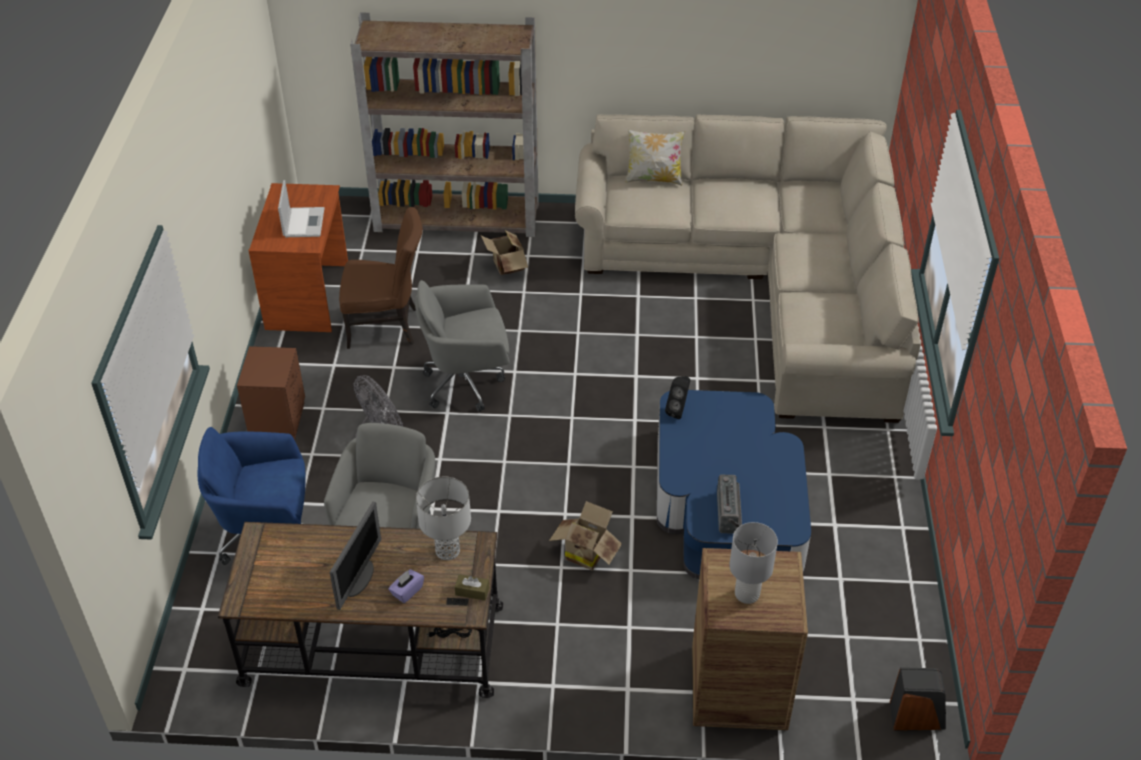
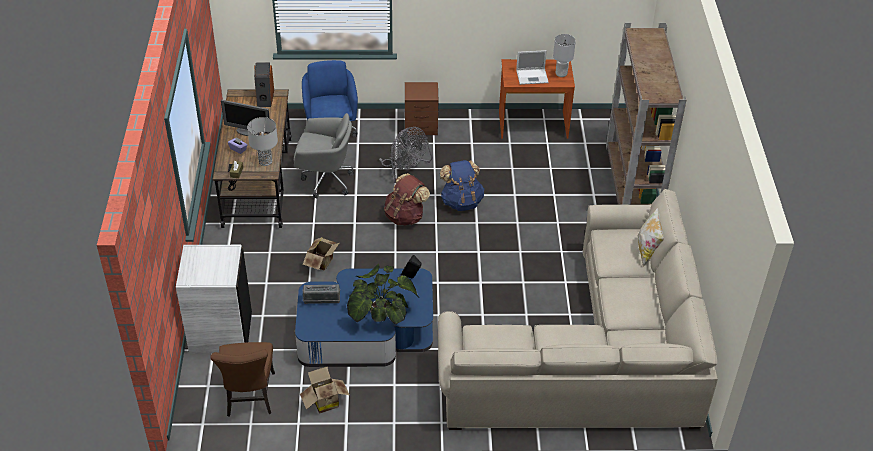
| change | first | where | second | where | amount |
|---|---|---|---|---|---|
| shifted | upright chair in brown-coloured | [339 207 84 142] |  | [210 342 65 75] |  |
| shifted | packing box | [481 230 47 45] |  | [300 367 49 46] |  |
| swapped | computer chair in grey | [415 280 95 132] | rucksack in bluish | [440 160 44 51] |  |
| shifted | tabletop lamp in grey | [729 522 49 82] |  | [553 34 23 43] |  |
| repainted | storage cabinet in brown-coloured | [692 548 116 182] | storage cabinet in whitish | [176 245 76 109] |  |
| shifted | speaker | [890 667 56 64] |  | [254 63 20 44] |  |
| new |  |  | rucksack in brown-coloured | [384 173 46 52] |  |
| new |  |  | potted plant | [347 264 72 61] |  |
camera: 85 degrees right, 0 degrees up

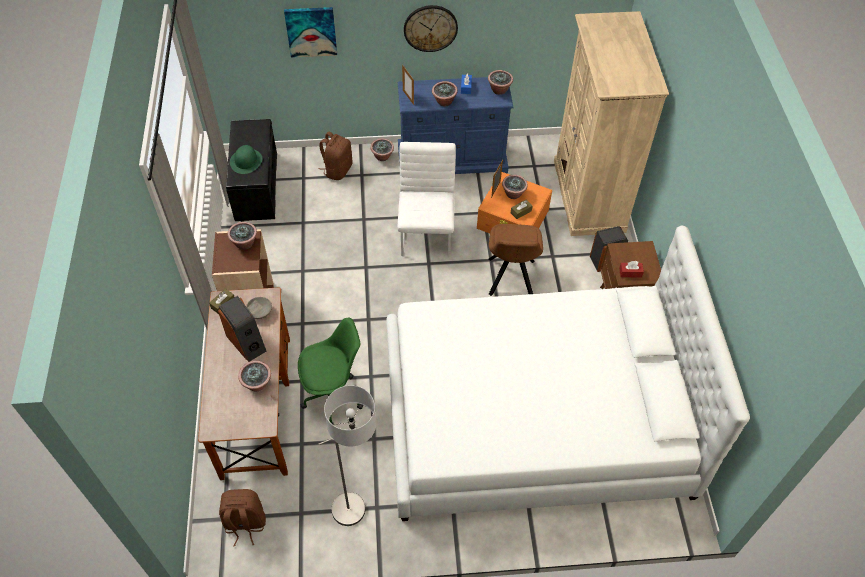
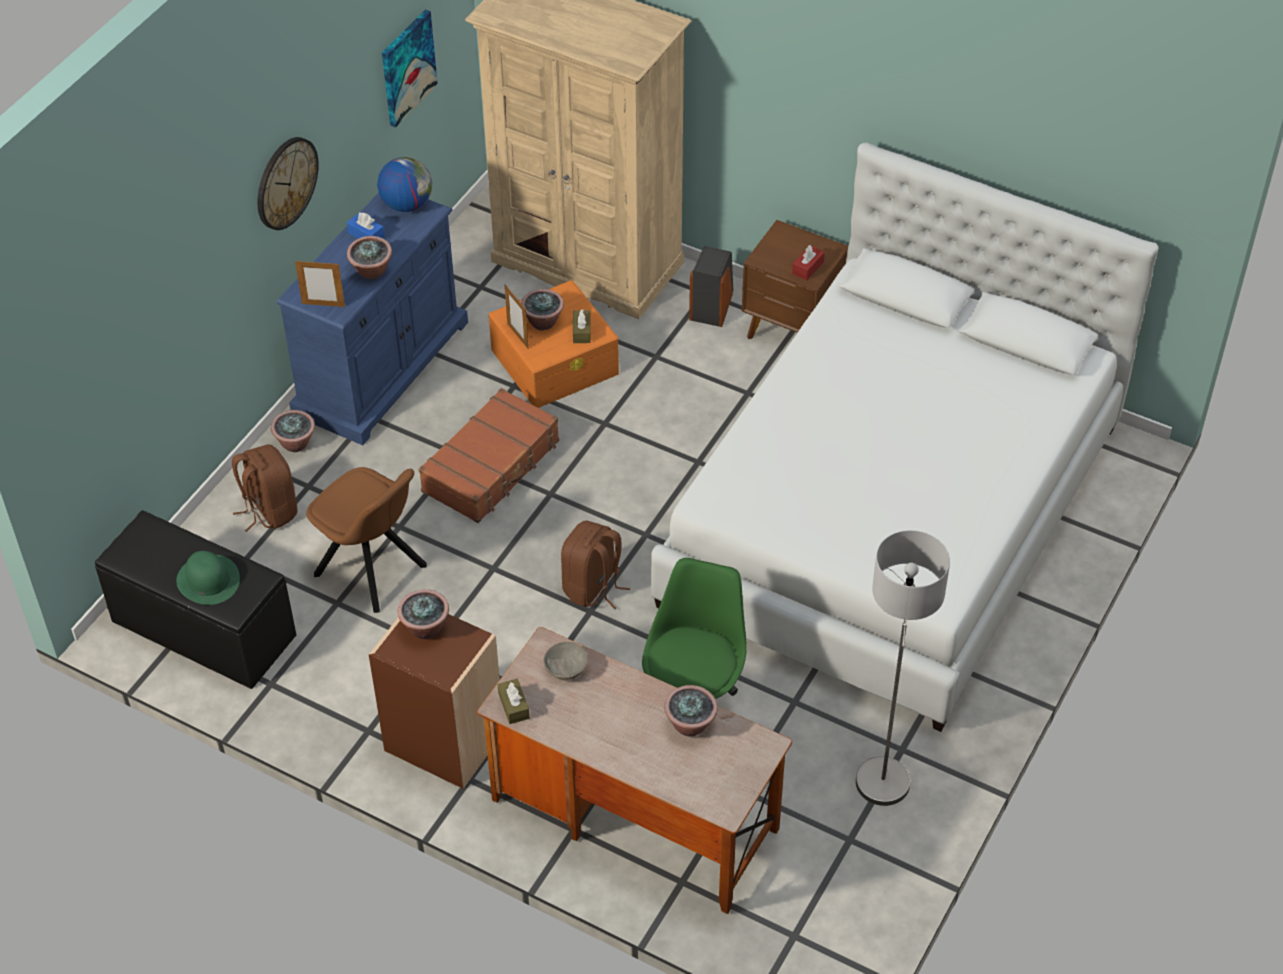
| change | first | where | second | where | amount |
|---|---|---|---|---|---|
| shifted | wall picture | [284 7 53 51] |  | [382 10 56 118] |  |
| swapped | potted plant | [488 70 25 25] | globe | [377 157 55 55] |  |
| swapped | upright chair in whitish | [398 142 58 115] | piece of luggage in brown-coloured | [419 388 140 135] |  |
| shifted | upright chair in brown-coloured | [489 224 54 72] |  | [306 467 121 146] |  |
| gone | speaker | [218 296 48 66] |  |  |  |
| shifted | rucksack in brown-coloured | [219 489 47 58] |  | [561 521 69 88] |  |
camera: 55 degrees left, 5 degrees down

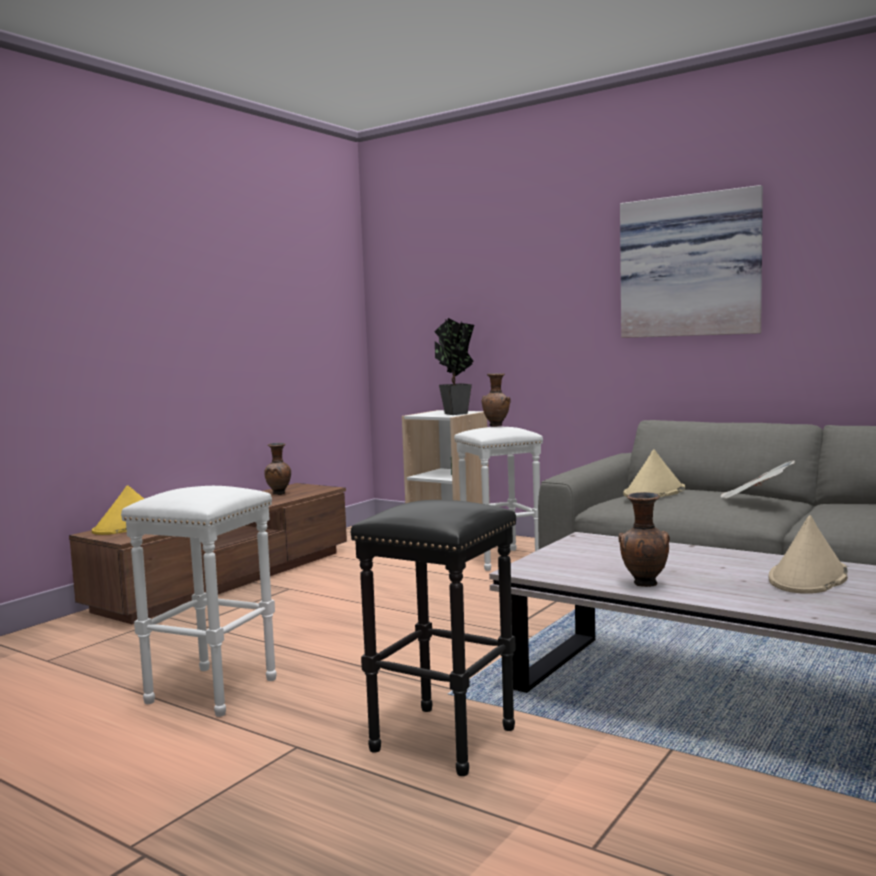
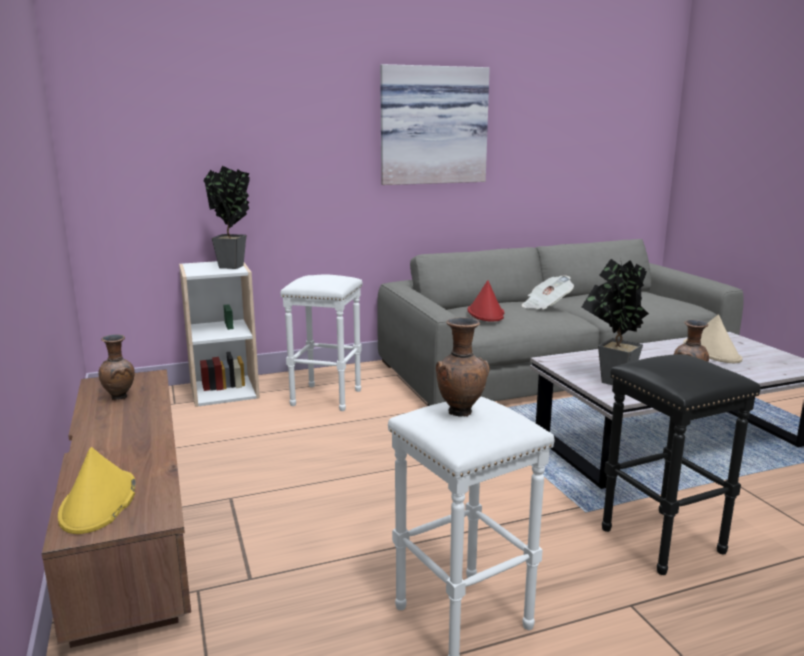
| change | first | where | second | where | amount |
|---|---|---|---|---|---|
| shifted | decorative vase in brown-coloured | [482 373 29 54] |  | [436 317 54 100] |  |
| repainted | clothing hat in beige | [623 449 62 48] | clothing hat in red | [467 280 37 42] |  |
| new |  |  | potted plant | [581 259 68 126] |  |
camera: 55 degrees left, 10 degrees up

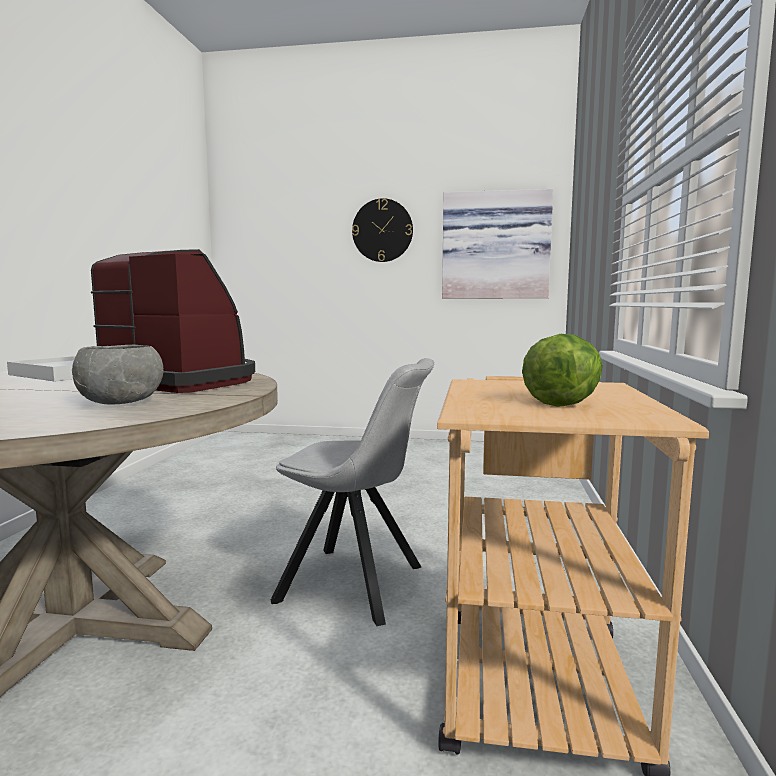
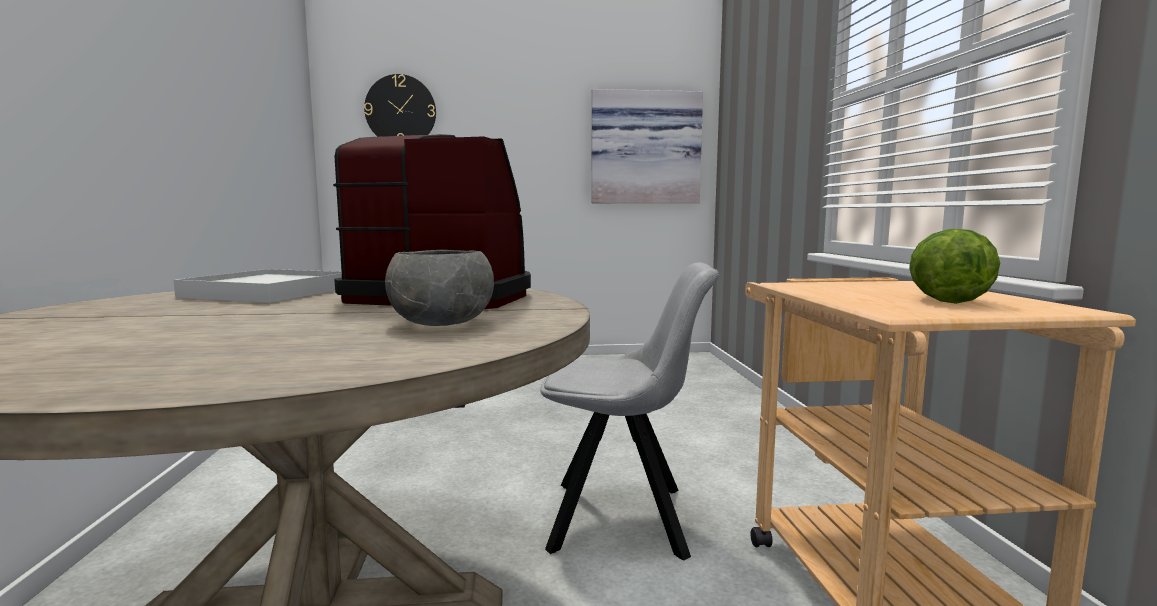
| change | first | where | second | where | amount |
|---|---|---|---|---|---|
| shifted | hanging clock | [352 198 61 64] |  | [364 74 72 63] |  |
camera: 15 degrees left, 0 degrees up

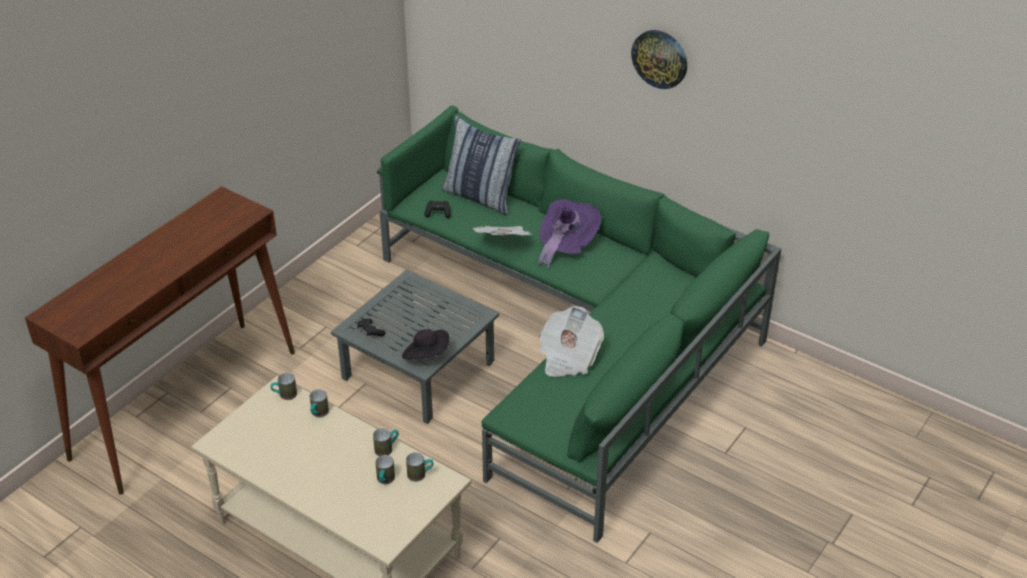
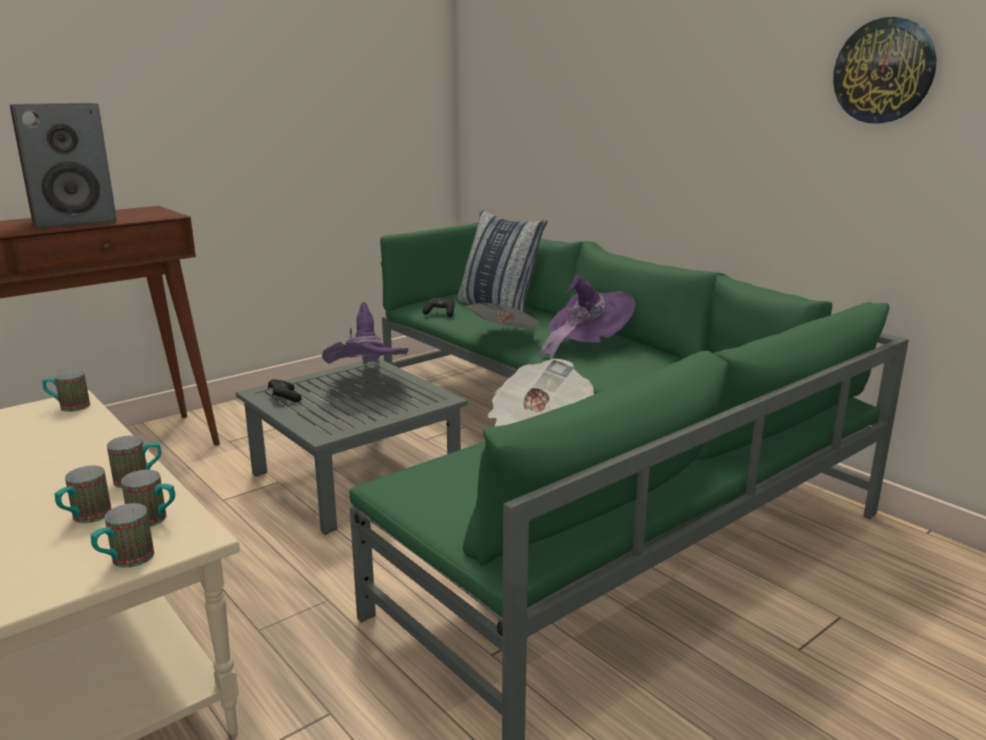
| change | first | where | second | where | amount |
|---|---|---|---|---|---|
| shifted | hanging clock | [631 30 56 59] |  | [833 17 103 107] |  |
| gone | clothing hat in black | [402 329 47 31] |  |  |  |
| shifted | mug | [310 389 19 28] |  | [90 503 64 65] |  |
| new |  |  | speaker | [10 103 107 126] |  |
| new |  |  | clothing hat in purple | [322 302 86 62] |  |
camera: 15 degrees right, 20 degrees down

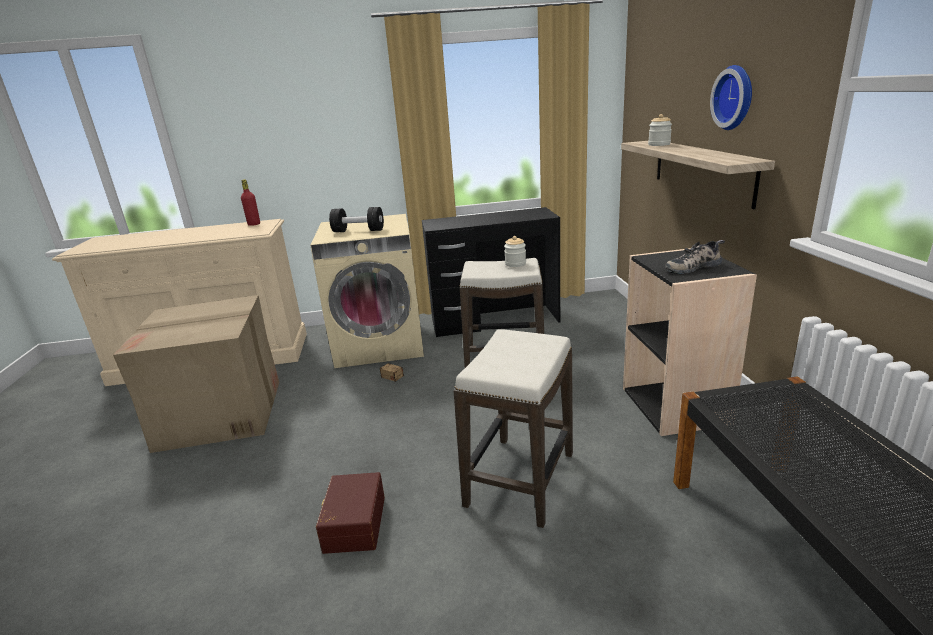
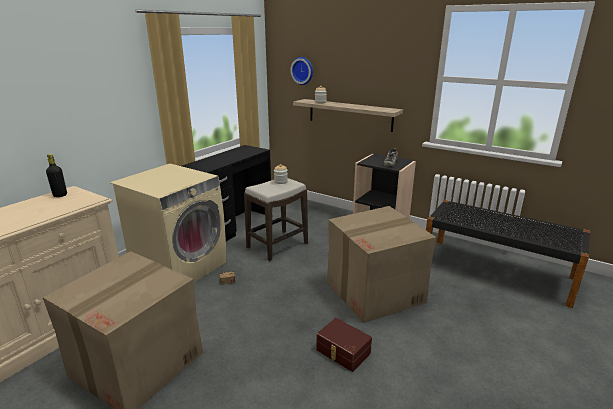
| change | first | where | second | where | amount |
|---|---|---|---|---|---|
| shifted | hanging clock | [710 65 42 65] |  | [290 57 23 28] |  |
| repainted | drink bottle in red | [241 179 19 47] | drink bottle in black | [46 154 21 43] |  |
| gone | dumbbell in black | [329 207 55 25] |  |  |  |
| swapped | stool | [454 329 119 199] | packing box | [327 206 109 117] |  |
camera: 50 degrees left, 0 degrees up

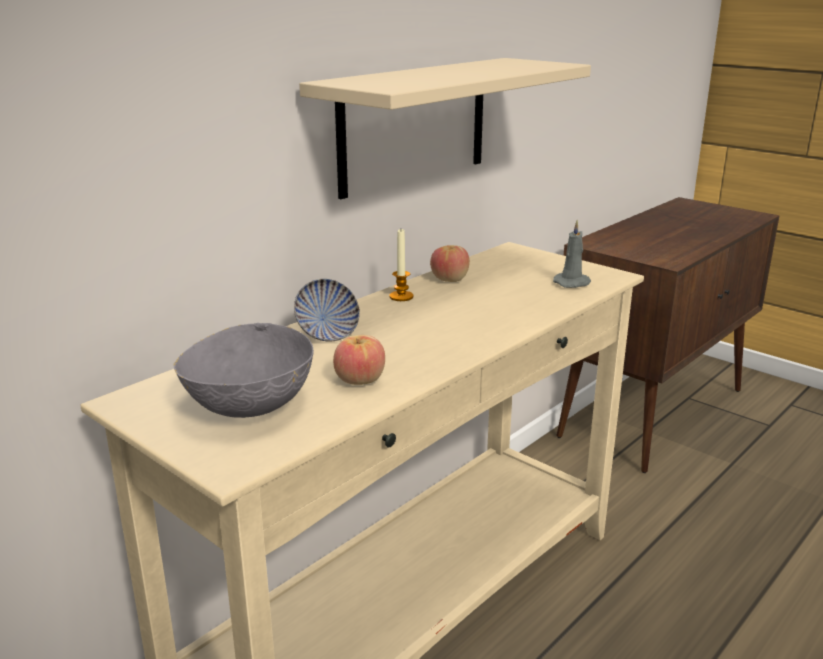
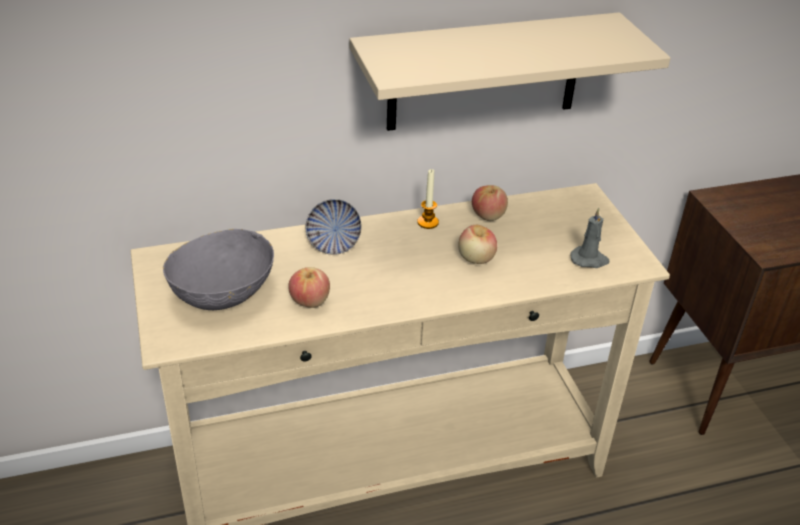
| change | first | where | second | where | amount |
|---|---|---|---|---|---|
| new |  |  | apple | [458 225 39 39] |  |
camera: 30 degrees right, 15 degrees up

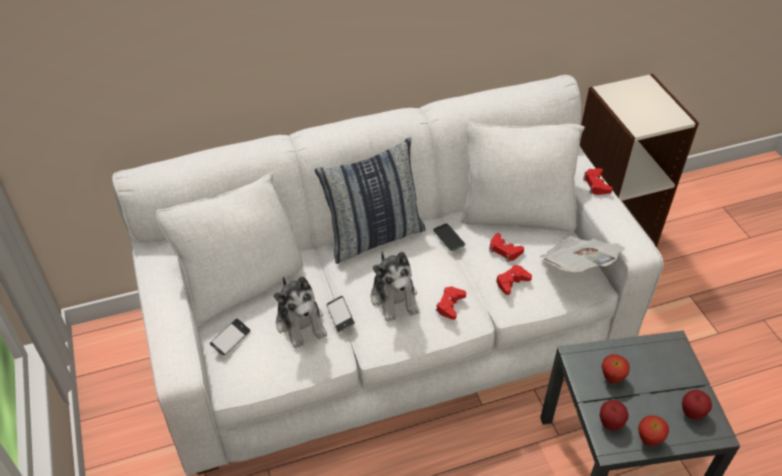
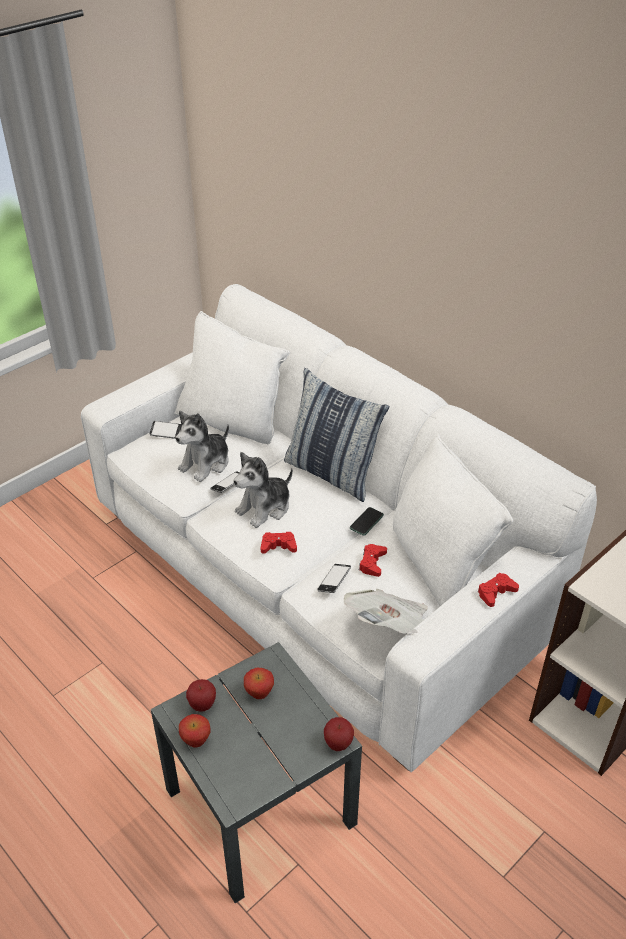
| change | first | where | second | where | amount |
|---|---|---|---|---|---|
| swapped | gamepad in red | [496 265 36 30] | telephone | [317 564 34 29] |  |
| shifted | apple | [682 390 30 30] |  | [324 717 30 34] |  |
camera: 65 degrees right, 5 degrees down

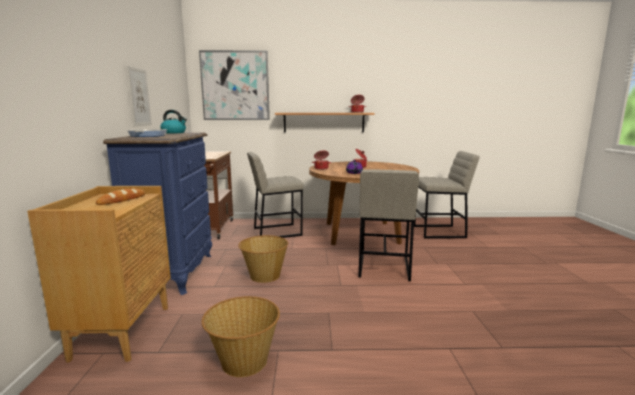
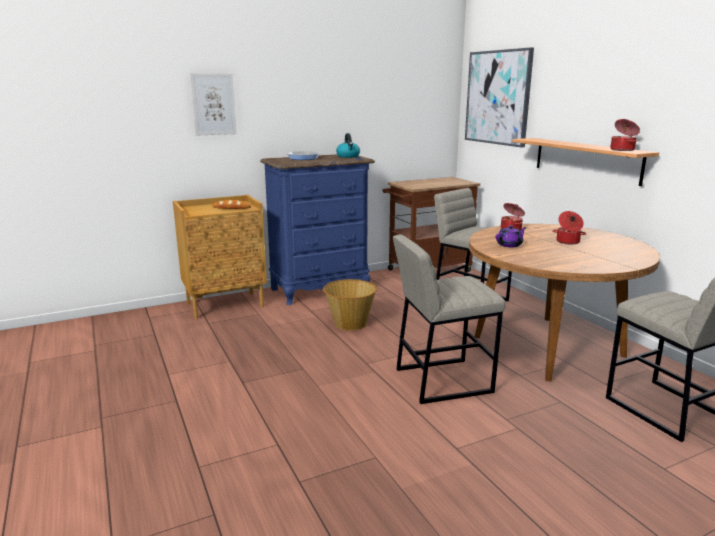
| change | first | where | second | where | amount |
|---|---|---|---|---|---|
| shifted | wall picture | [126 66 26 60] |  | [190 73 46 63] |  |
| gone | household basket | [202 296 78 81] |  |  |  |
camera: 65 degrees right, 5 degrees up

